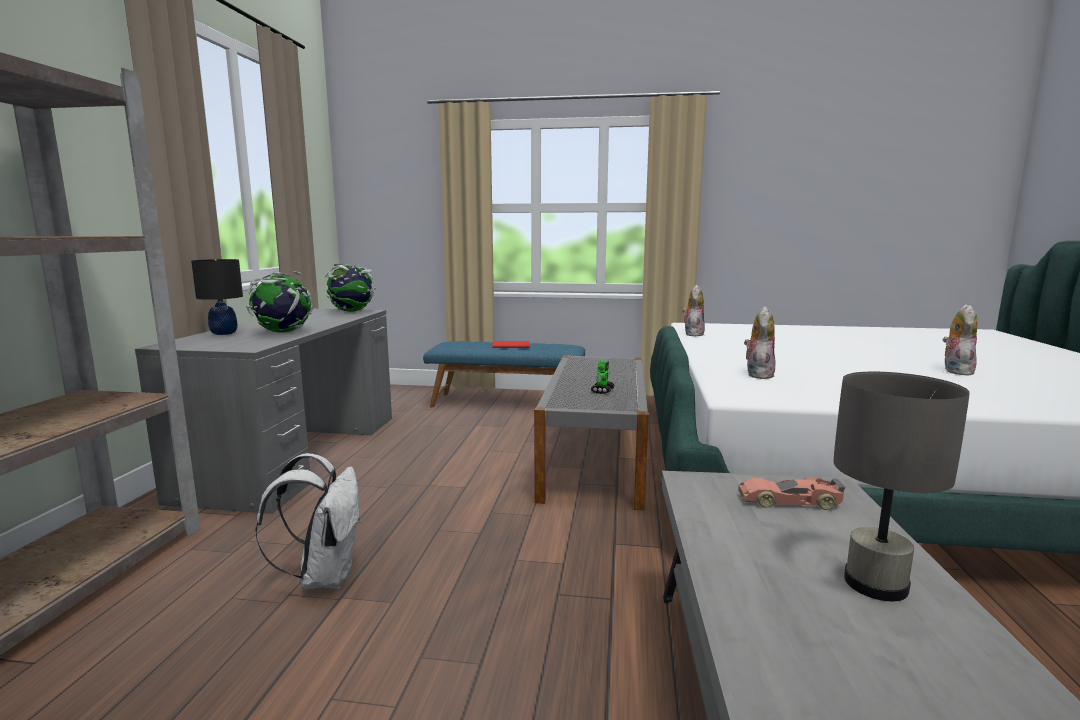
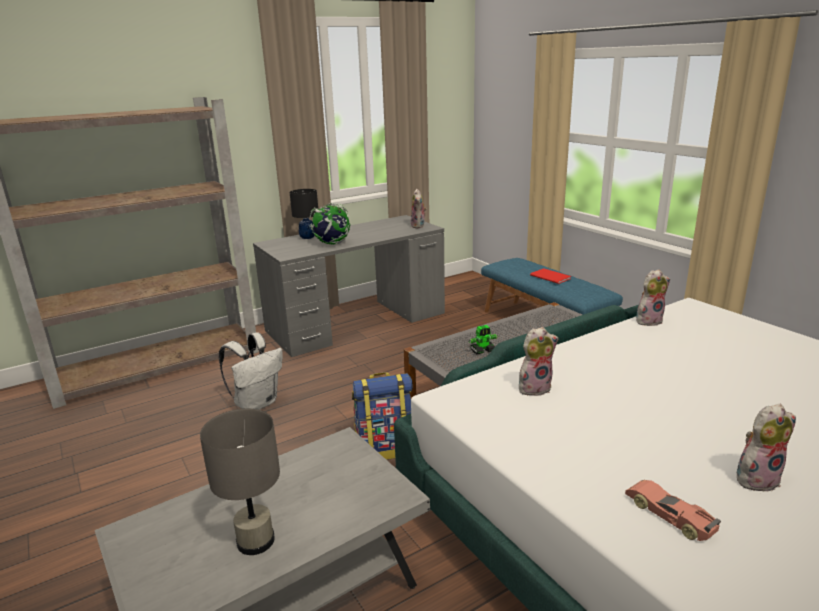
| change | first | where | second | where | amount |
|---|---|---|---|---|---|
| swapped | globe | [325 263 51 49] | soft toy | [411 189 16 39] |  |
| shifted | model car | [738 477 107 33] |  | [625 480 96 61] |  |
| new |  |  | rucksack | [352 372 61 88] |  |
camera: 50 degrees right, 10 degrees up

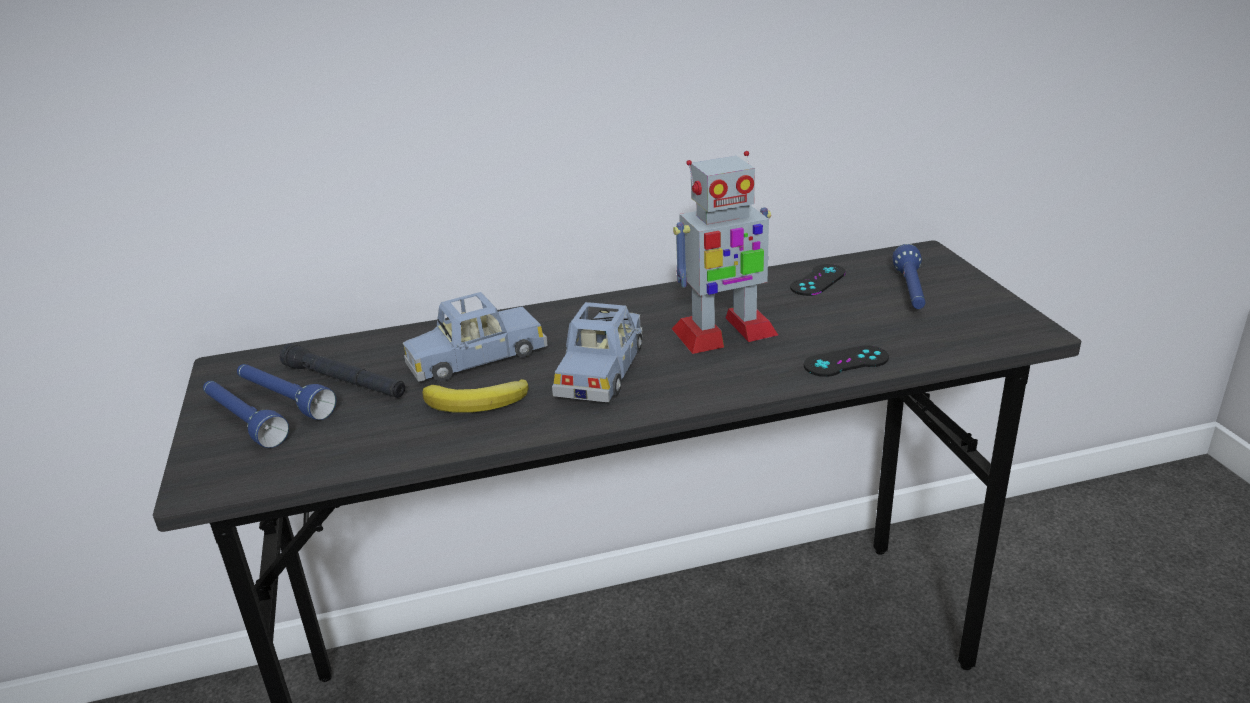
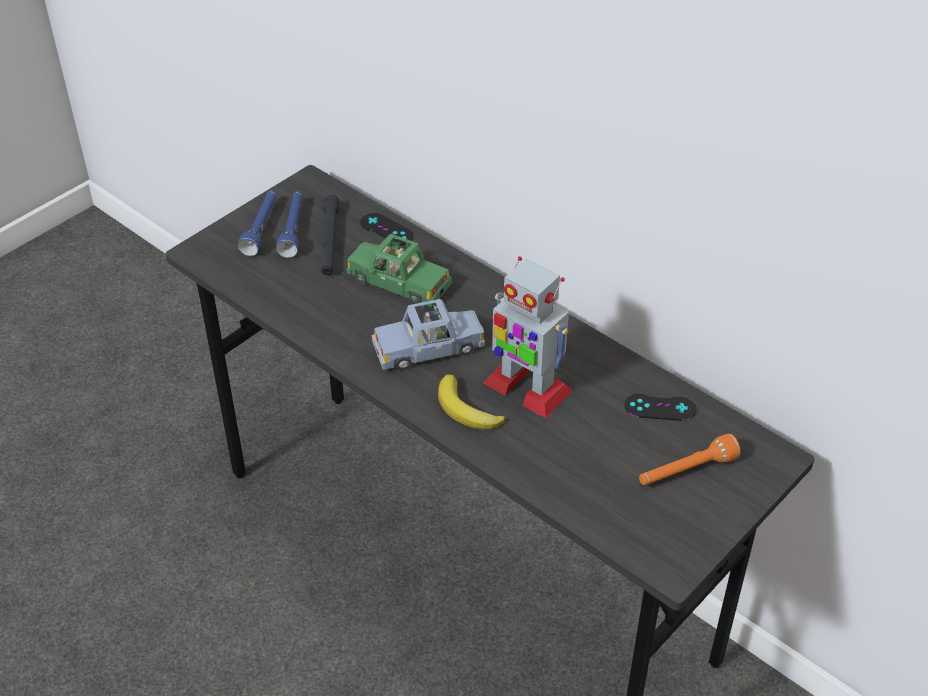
| change | first | where | second | where | amount |
|---|---|---|---|---|---|
| repainted | torch in bluish | [893 244 32 65] | torch in orange-coloured | [639 433 102 52] |  |
| repainted | model car in bluish | [403 292 145 90] | model car in greenish | [347 234 105 73] |  |
| shifted | gamepad in black | [804 345 85 32] |  | [360 213 53 33] |  |
| shifted | banana | [423 379 105 34] |  | [438 374 68 56] |  |
camera: 55 degrees right, 15 degrees up

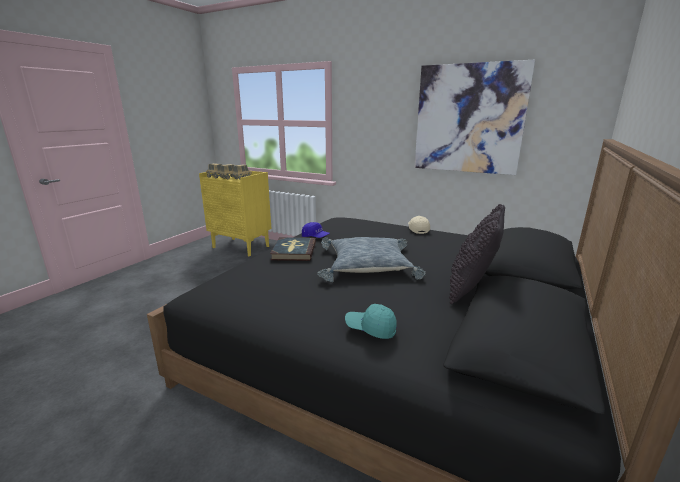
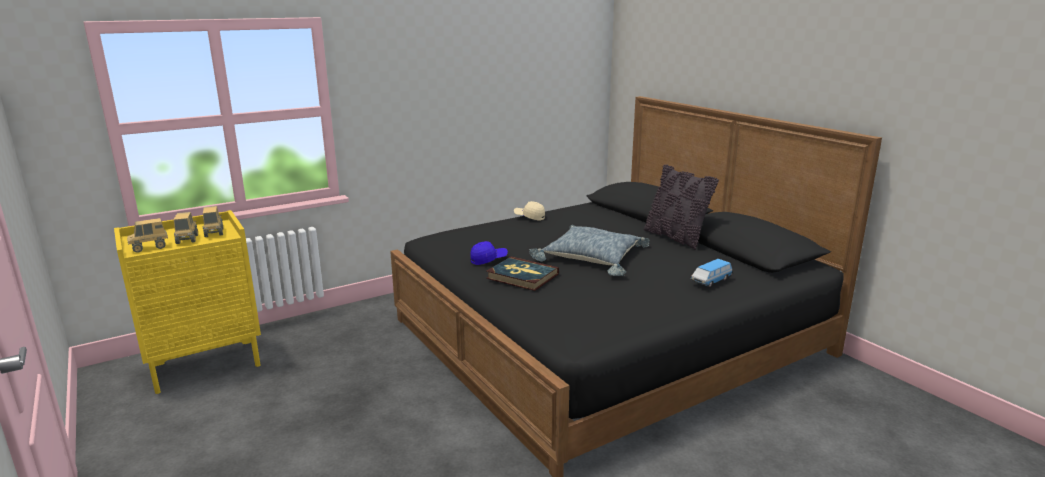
| change | first | where | second | where | amount |
|---|---|---|---|---|---|
| gone | wall picture | [415 60 120 115] |  |  |  |
| swapped | baseball cap in blue-green | [345 304 52 35] | model car | [691 259 41 28] |  |
camera: 60 degrees left, 0 degrees up

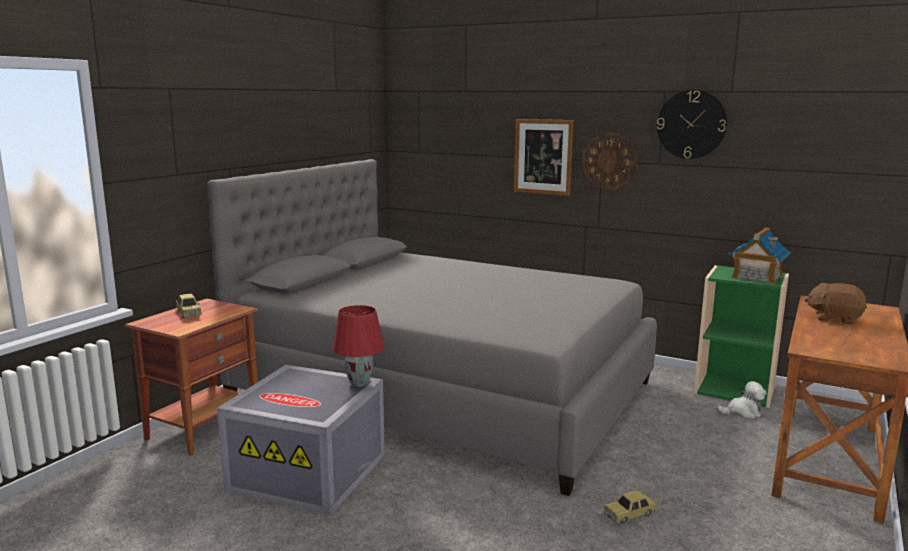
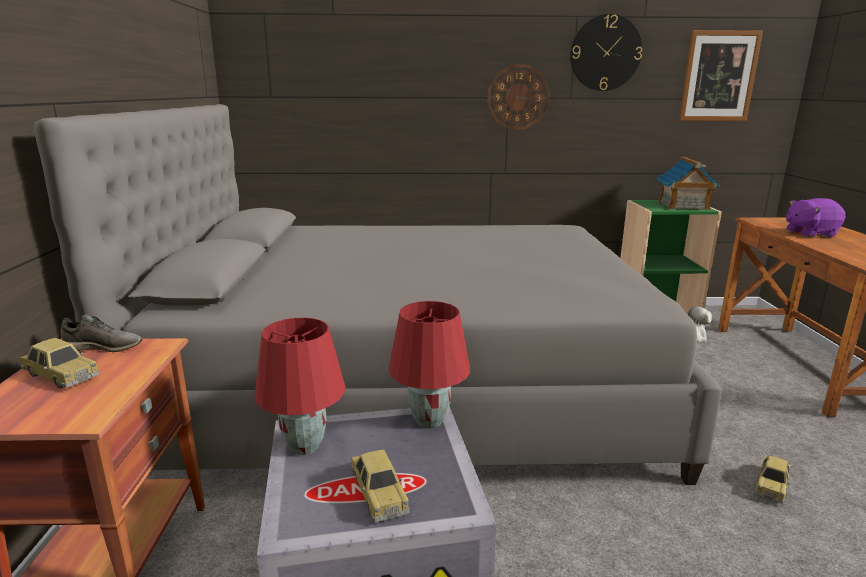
| change | first | where | second | where | amount |
|---|---|---|---|---|---|
| shifted | wall picture | [514 119 60 77] |  | [679 30 84 91] |  |
| repainted | soft toy in brown-coloured | [804 283 63 42] | soft toy in purple | [786 198 59 39] |  |
| new |  |  | low shoe in grey | [60 314 82 38] |  |
| new |  |  | tabletop lamp in red | [255 318 90 137] |  |
| new |  |  | model car | [351 450 58 72] |  |
camera: 30 degrees left, 5 degrees up

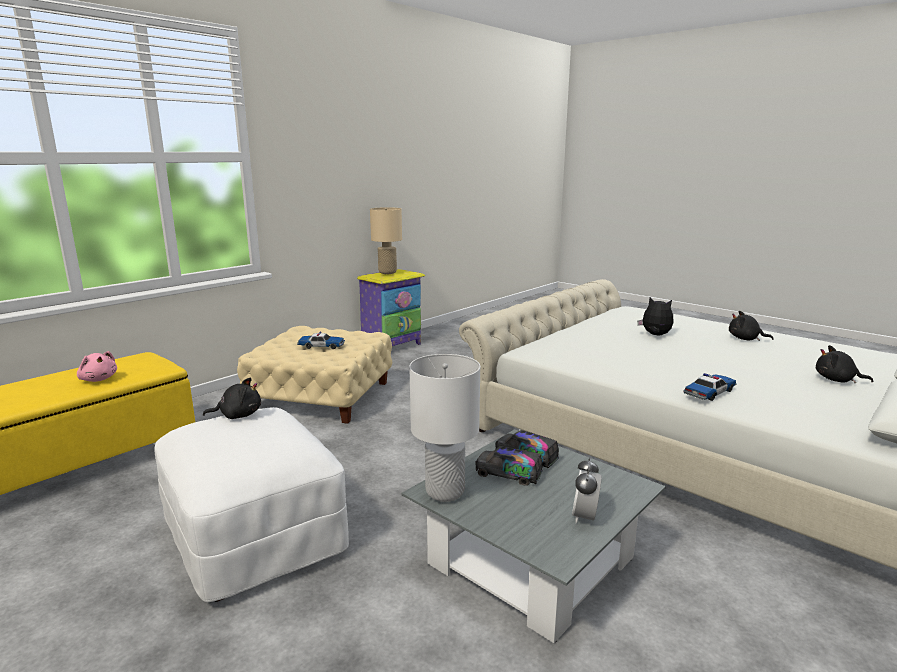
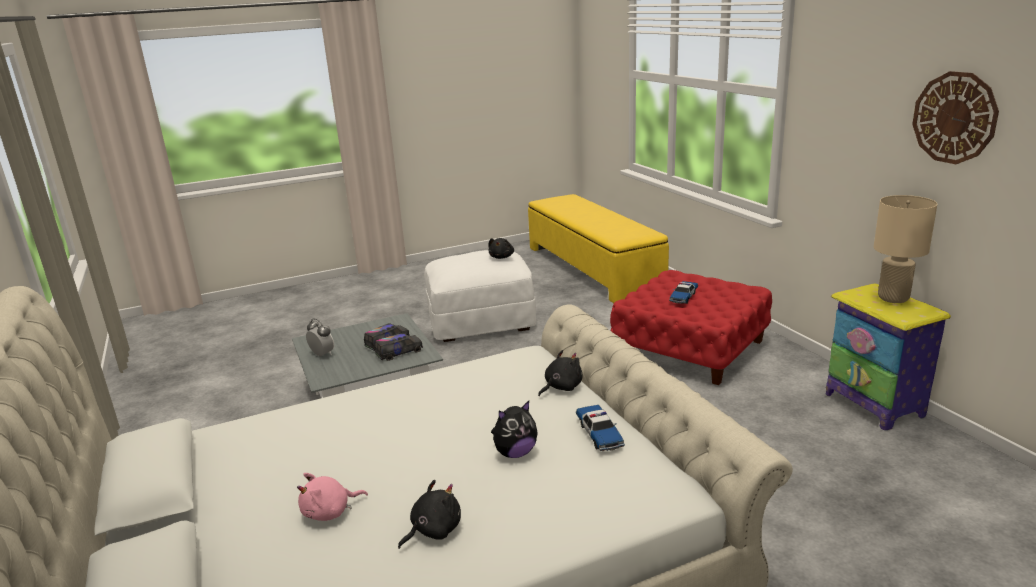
| change | first | where | second | where | amount |
|---|---|---|---|---|---|
| repainted | footrest in beige | [237 326 155 98] | footrest in red | [610 270 162 115] |  |
| shifted | soft toy in black | [816 345 57 39] |  | [538 350 44 46] |  |
| shifted | soft toy in pinkish | [77 351 40 31] |  | [297 473 71 48] |  |
| gone | tabletop lamp in whitish | [409 354 71 148] |  |  |  |
| shifted | model car | [683 373 54 28] |  | [576 405 49 46] |  |
| new |  |  | hanging clock | [912 71 87 93] |  |
camera: 115 degrees right, 5 degrees up

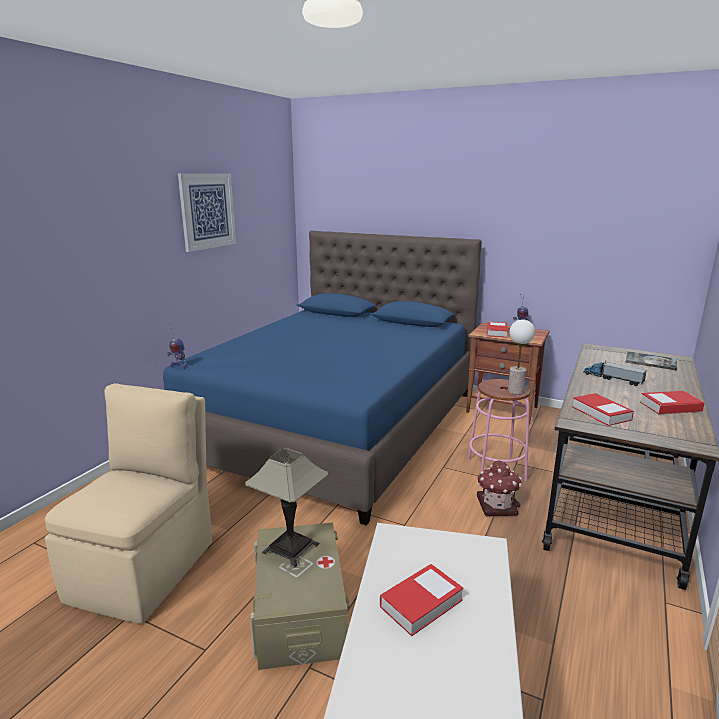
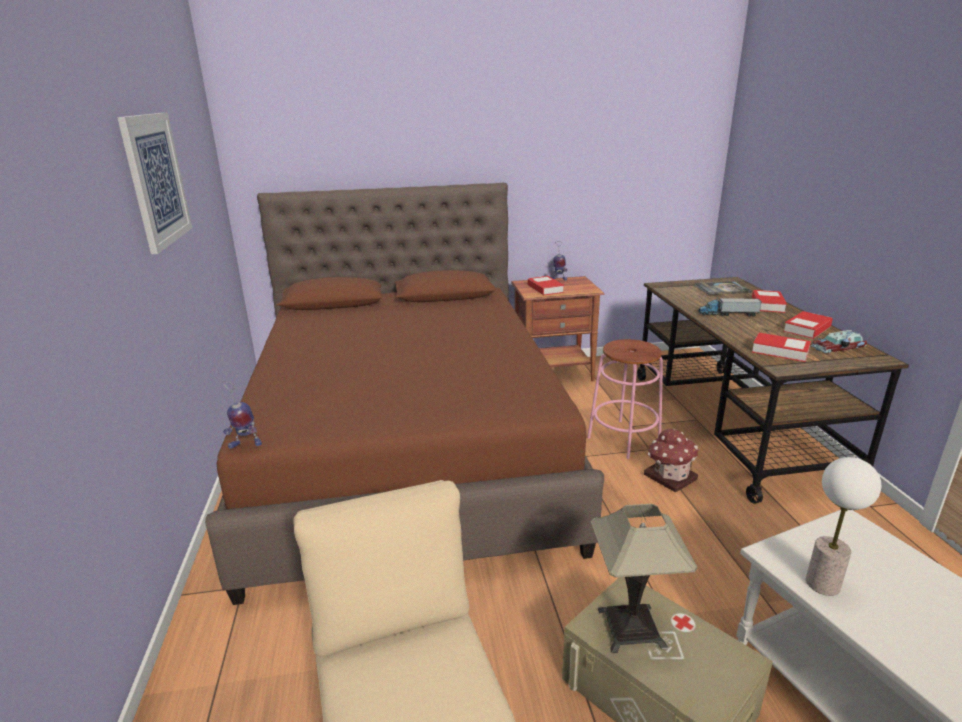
| change | first | where | second | where | amount |
|---|---|---|---|---|---|
| repainted | sleeping bed in bluish | [163 231 319 295] | sleeping bed in brown-coloured | [205 183 399 422] |  |
| shifted | tabletop lamp | [508 319 27 76] |  | [806 457 75 139] |  |
| shifted | bound book | [380 564 84 72] |  | [752 290 35 23] |  |
| new |  |  | model car | [811 330 56 23] |  |
camera: 35 degrees left, 5 degrees up

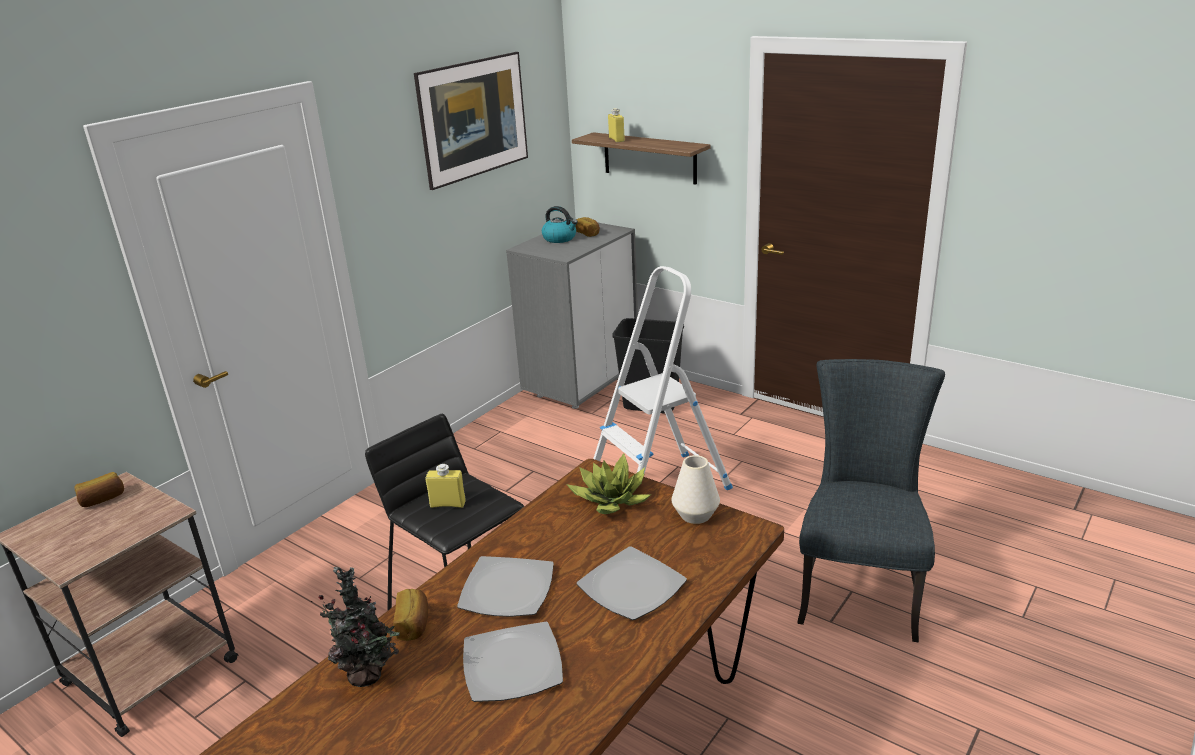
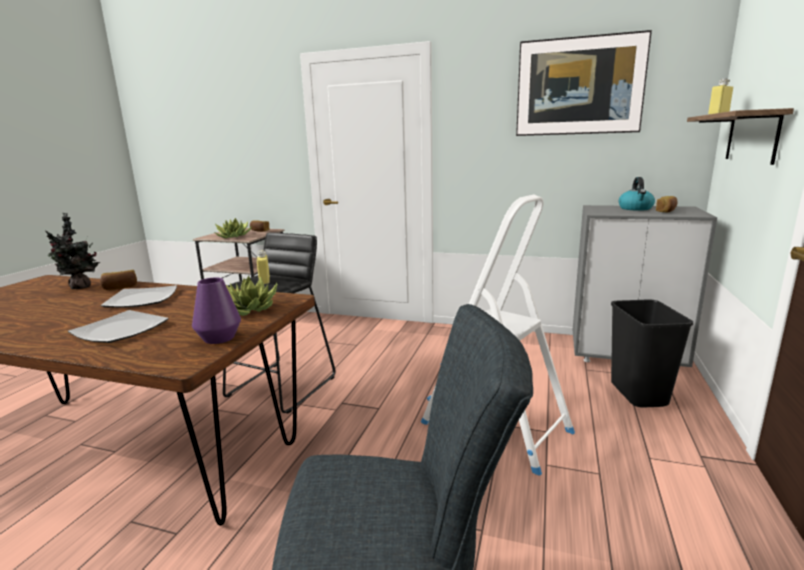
| change | first | where | second | where | amount |
|---|---|---|---|---|---|
| repainted | decorative vase in whitish | [672 455 48 69] | decorative vase in purple | [192 277 49 67] |  |
| gone | plate | [463 622 100 80] |  |  |  |
| new |  |  | potted plant | [215 218 38 20] |  |
camera: 70 degrees right, 10 degrees down

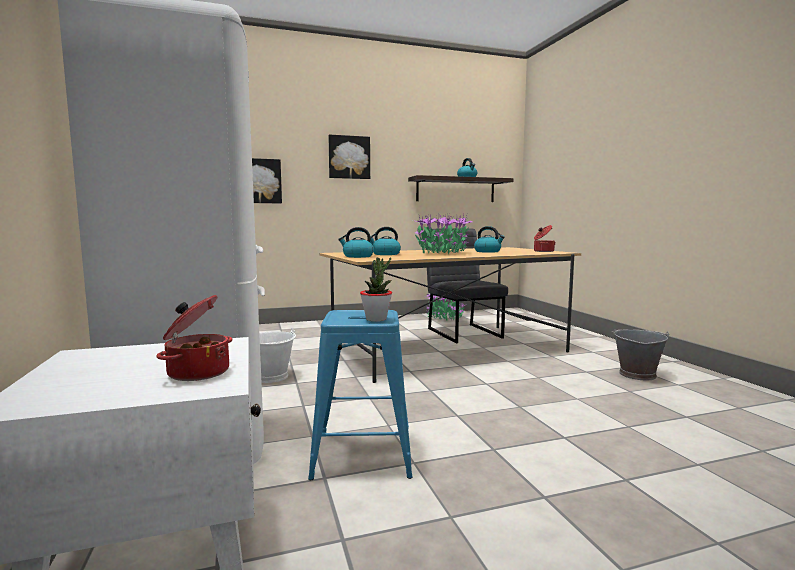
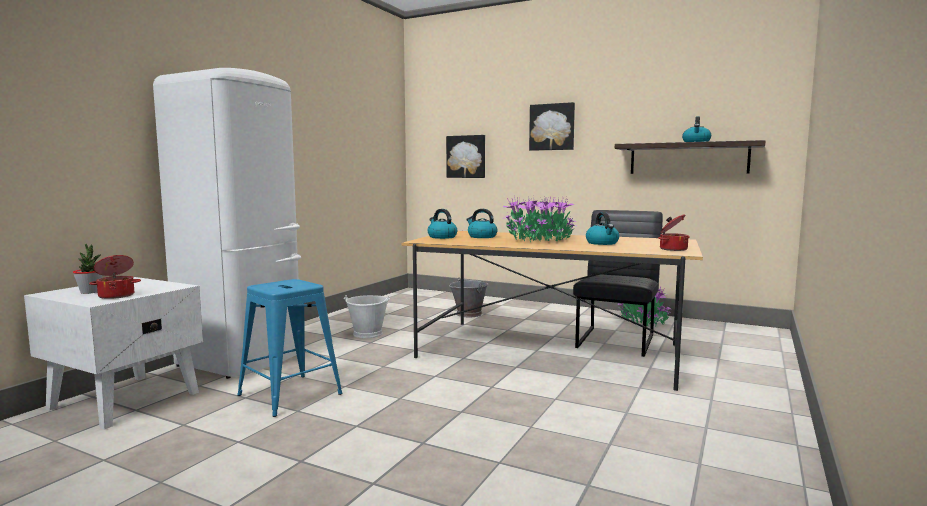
| change | first | where | second | where | amount |
|---|---|---|---|---|---|
| shifted | potted plant | [360 257 32 65] |  | [73 244 29 50] |  |
| shifted | pail in grey | [612 329 58 51] |  | [449 277 40 40] |  |
camera: 45 degrees right, 0 degrees up

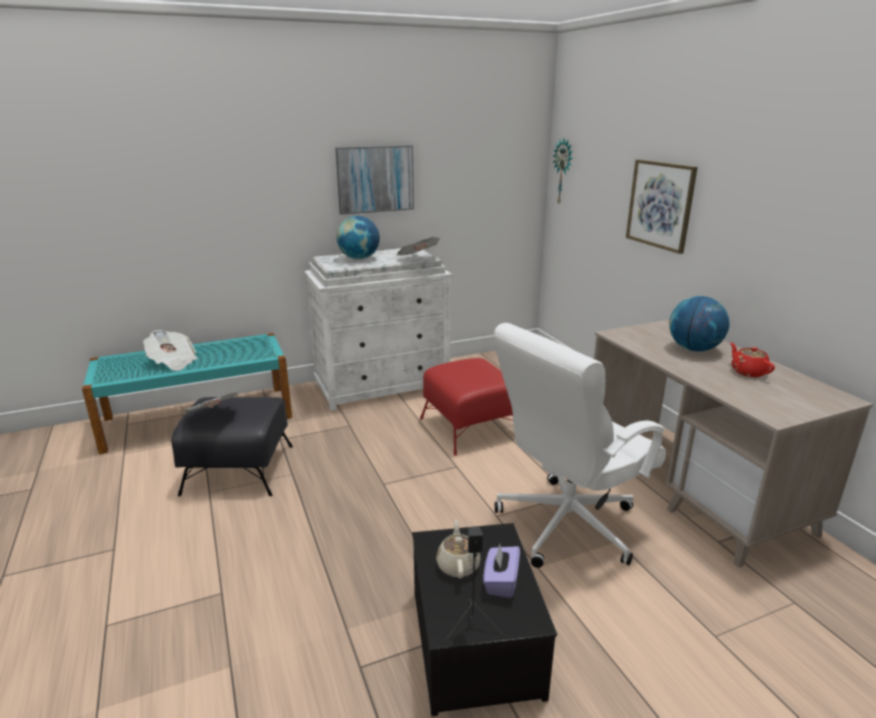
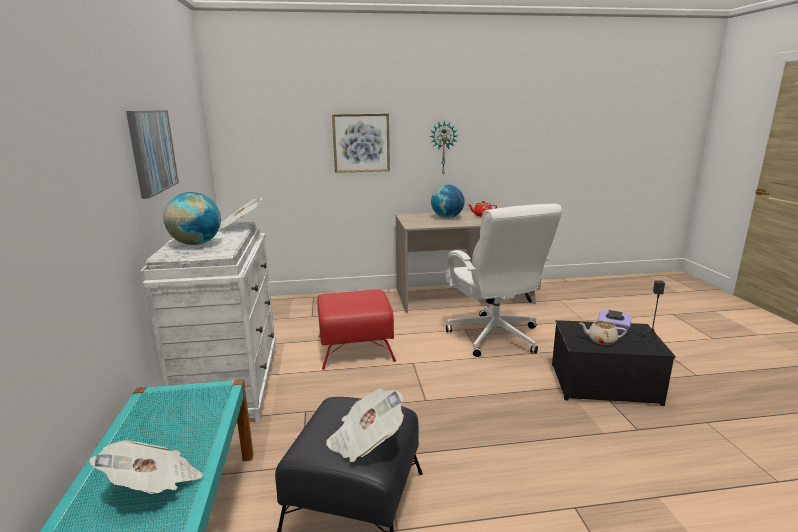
| change | first | where | second | where | amount |
|---|---|---|---|---|---|
| shifted | hanging clock | [553 138 20 65] |  | [429 120 29 55] |  |
camera: 75 degrees left, 5 degrees down

